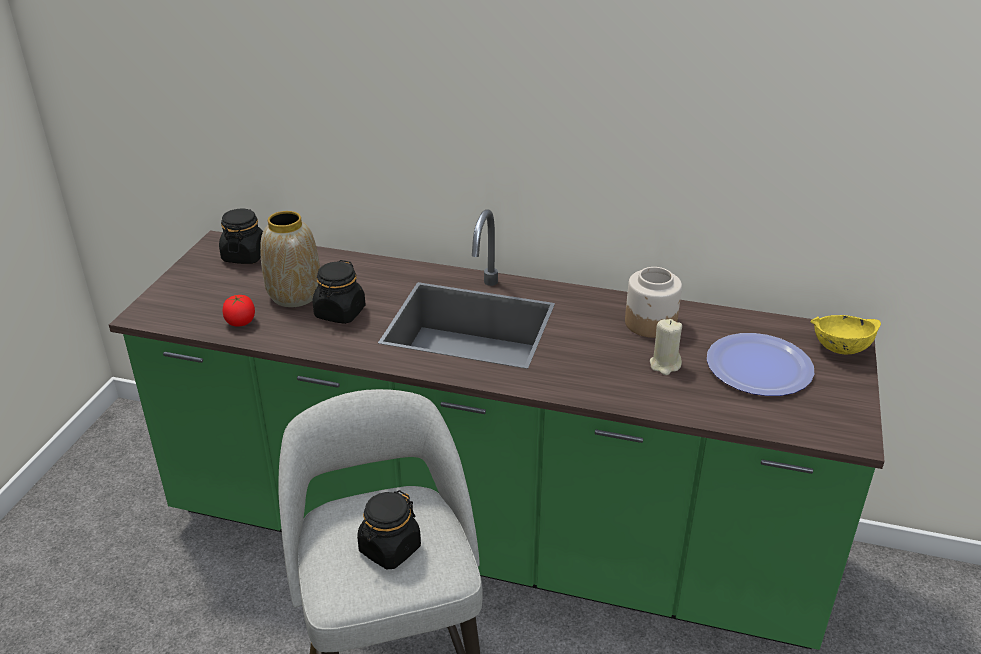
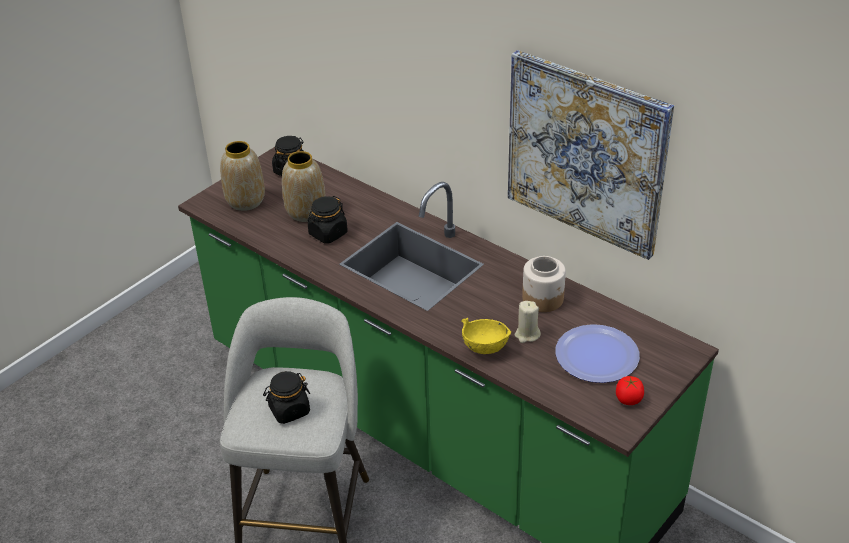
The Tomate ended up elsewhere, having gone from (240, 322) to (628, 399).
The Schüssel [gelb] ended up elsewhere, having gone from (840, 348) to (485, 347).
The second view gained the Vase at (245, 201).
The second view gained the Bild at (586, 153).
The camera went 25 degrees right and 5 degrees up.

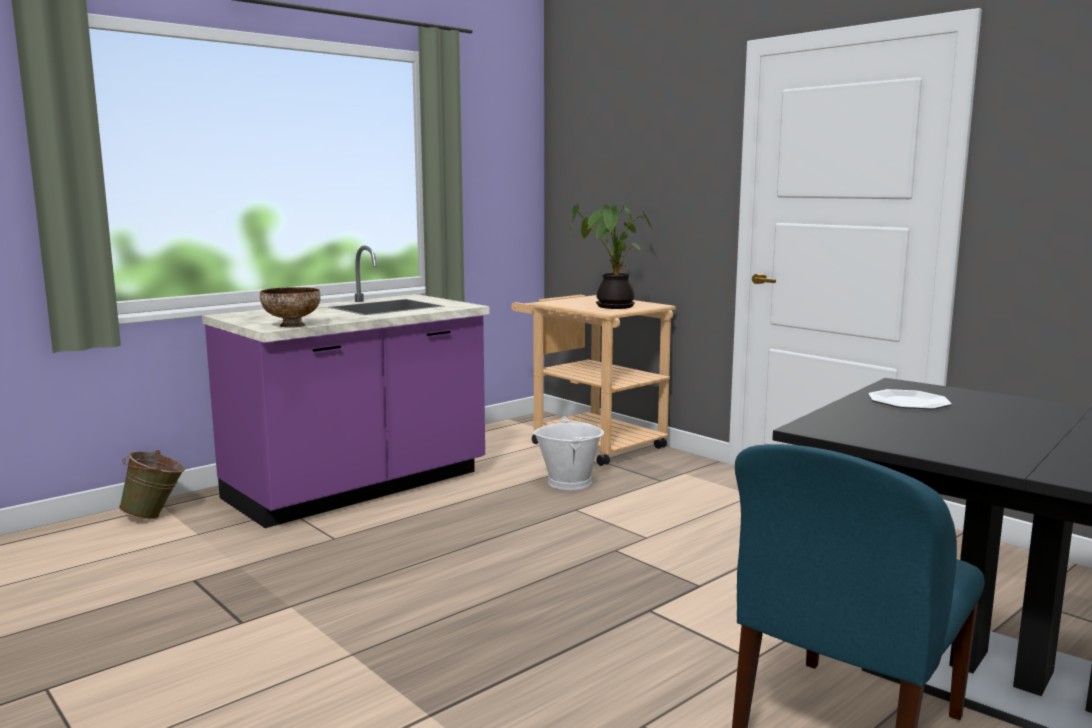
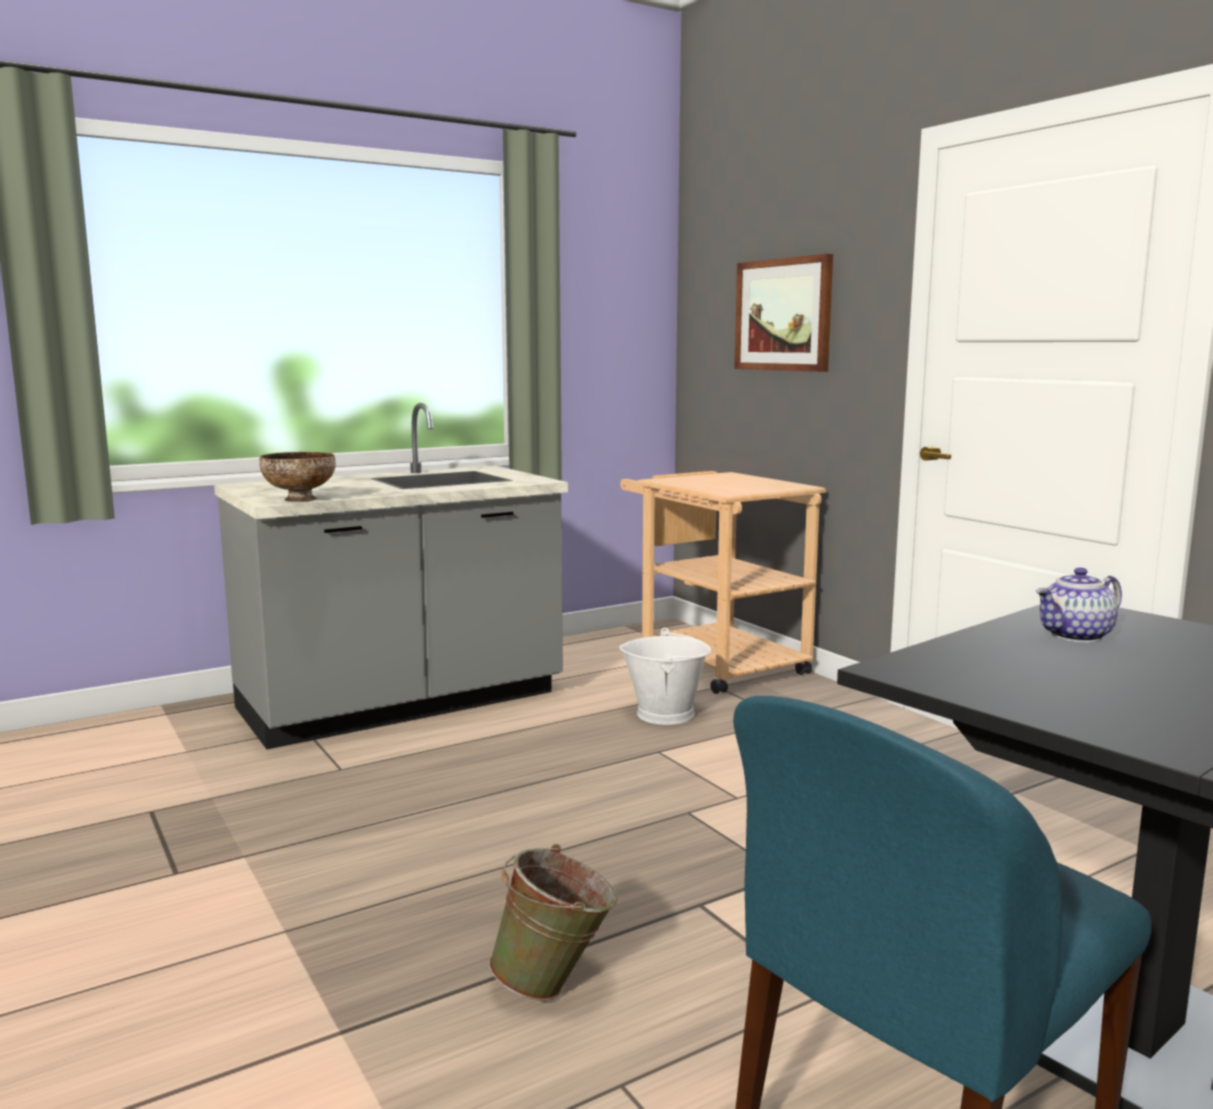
The Eimer [grün] ended up elsewhere, having gone from (156, 516) to (555, 985).
What was the Küchenzeile [lila] at (358, 487) turned into the Küchenzeile [grau] at (402, 703).
The second view lost the Topfpflanze at (612, 306).
Where the Teller stood at (909, 402), the Teekanne came to stand at (1076, 636).
The second view gained the Bild at (783, 315).
The camera went 10 degrees right and 0 degrees up.

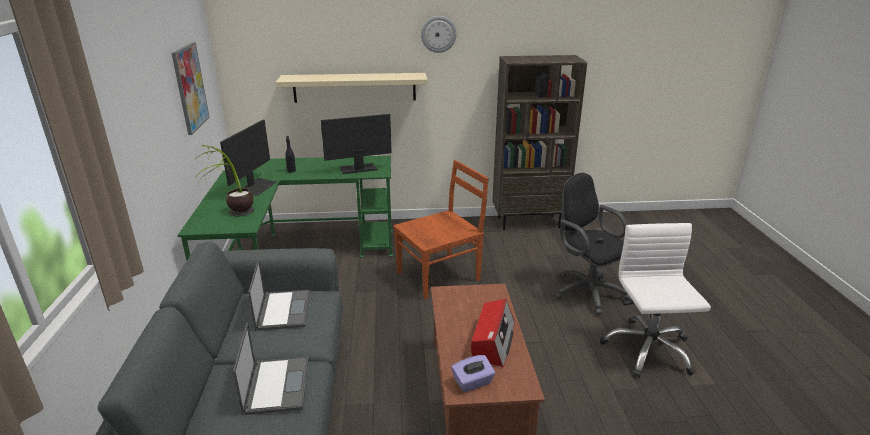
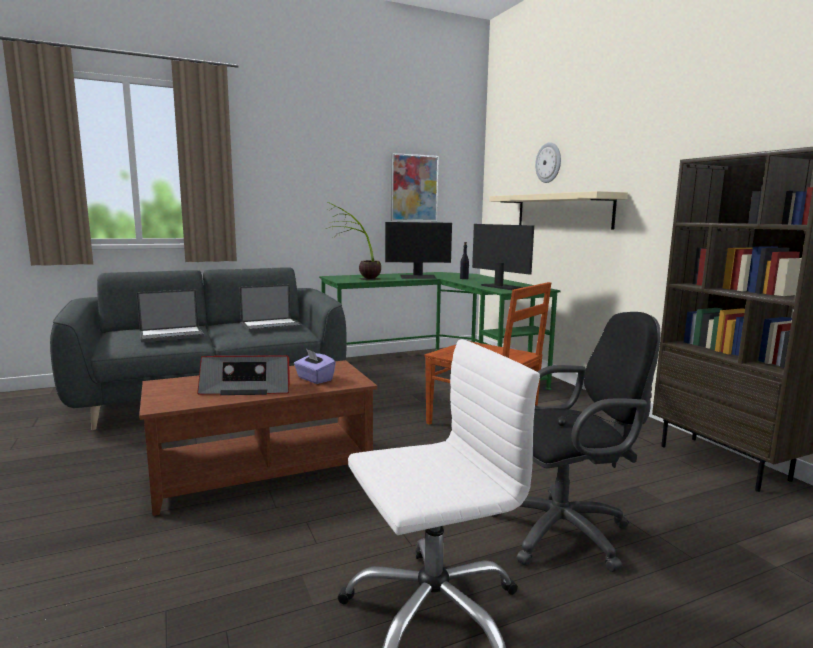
The Wanduhr ended up elsewhere, having gone from (438, 34) to (549, 162).
The Taschentuchbox [lila] ended up elsewhere, having gone from (473, 382) to (314, 379).
The Bürostuhl [schwarz] at (585, 290) ended up facing another way, 45 degrees clockwise from before.
The camera went 70 degrees right and 15 degrees down.

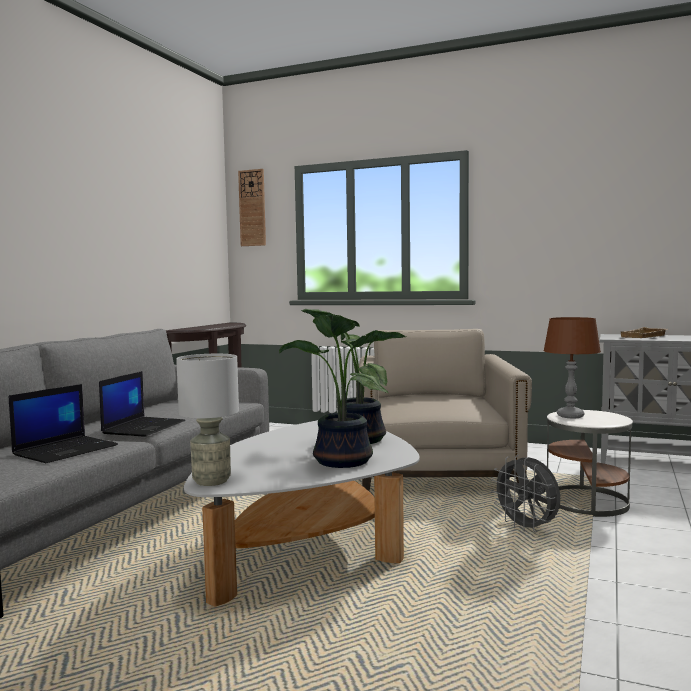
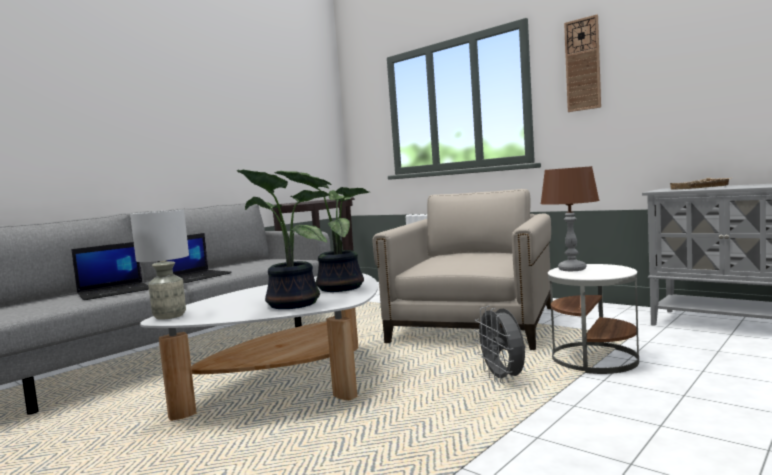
The Wanduhr ended up elsewhere, having gone from (252, 208) to (583, 64).
The camera went 20 degrees right and 0 degrees up.

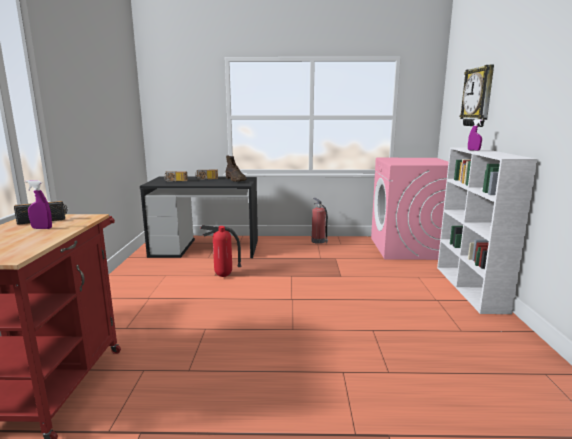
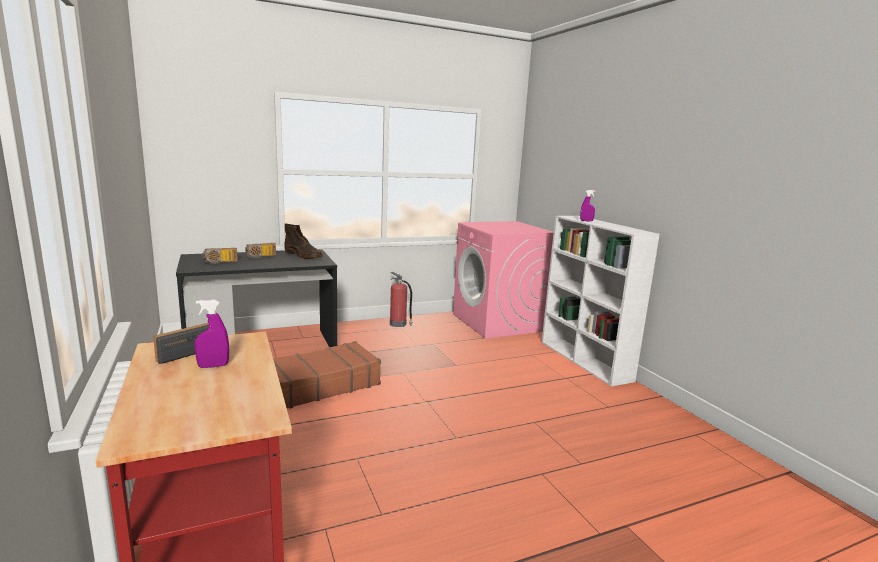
Where the Feuerlöscher stood at (223, 276), the Koffer [braun] came to stand at (320, 385).
The second view lost the Wanduhr at (478, 97).
The camera went 25 degrees left and 0 degrees up.

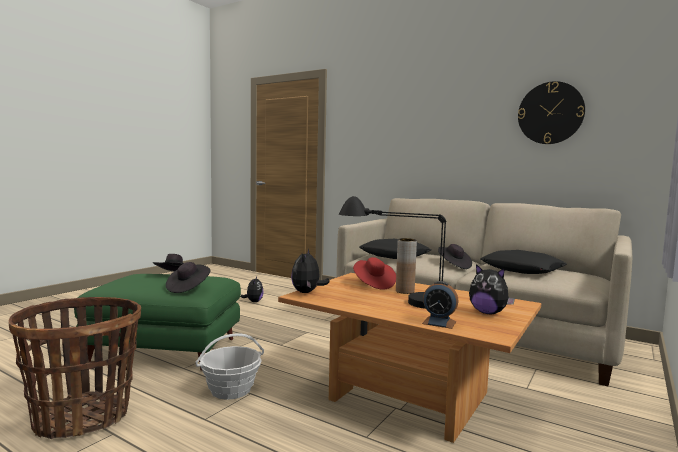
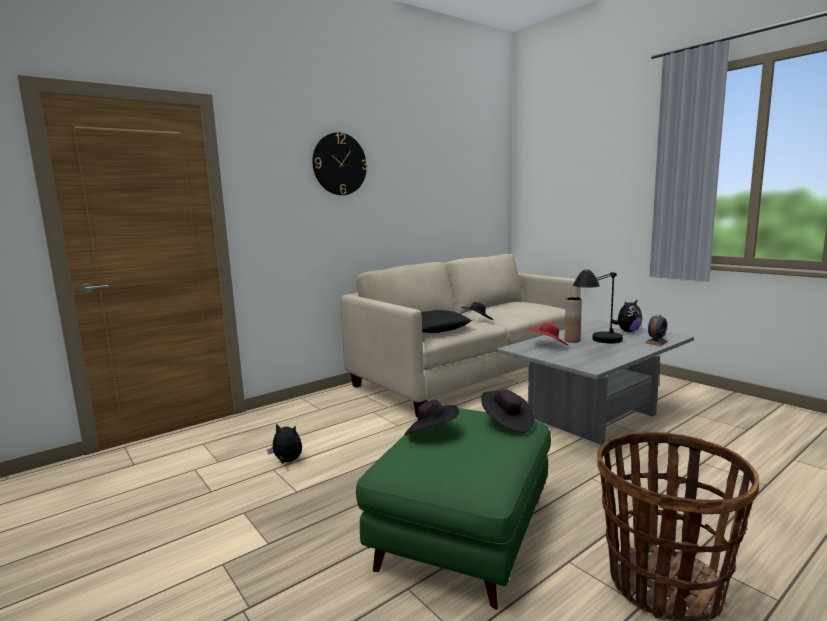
The second view lost the Korb at (231, 390).
What was the Couchtisch [braun] at (405, 397) turned into the Couchtisch [grau] at (594, 417).
The second view lost the Plüschtier at (307, 292).
The second view lost the Kissen [schwarz] at (522, 269).
The Wanduhr ended up elsewhere, having gone from (550, 113) to (339, 164).
The camera went 70 degrees left and 5 degrees up.

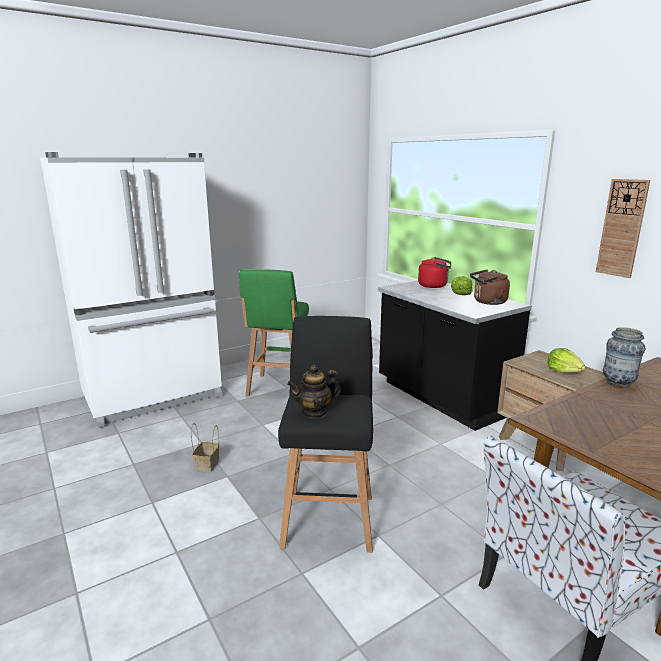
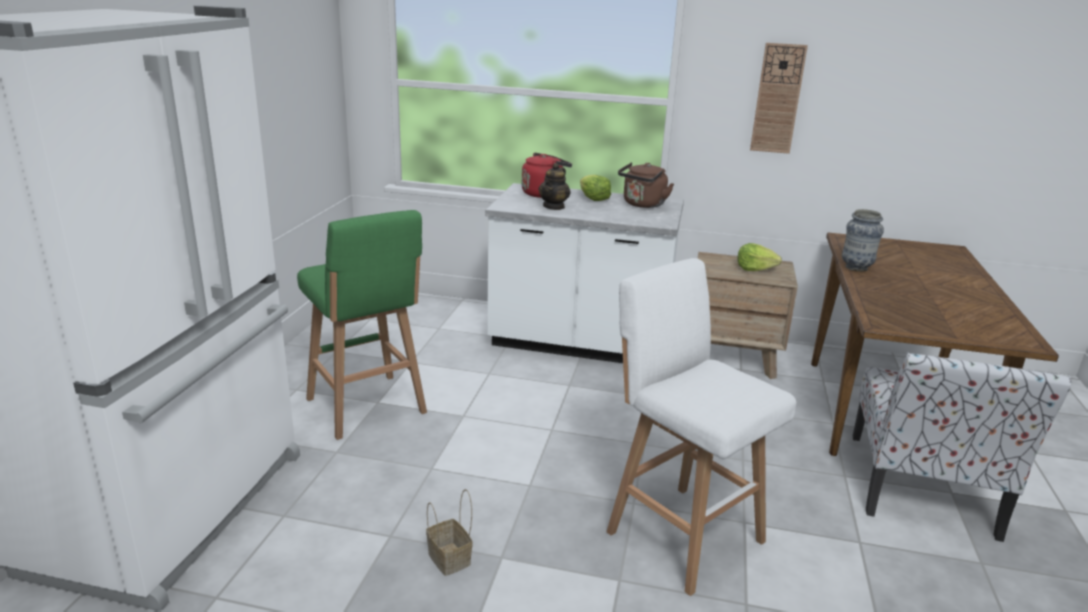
What was the Hocker [schwarz] at (329, 518) turned into the Hocker [weiß] at (681, 533).
The Teekanne ended up elsewhere, having gone from (314, 412) to (554, 206).
What was the Küchenzeile [schwarz] at (441, 398) turned into the Küchenzeile [weiß] at (579, 344).
The camera went 45 degrees left and 5 degrees up.

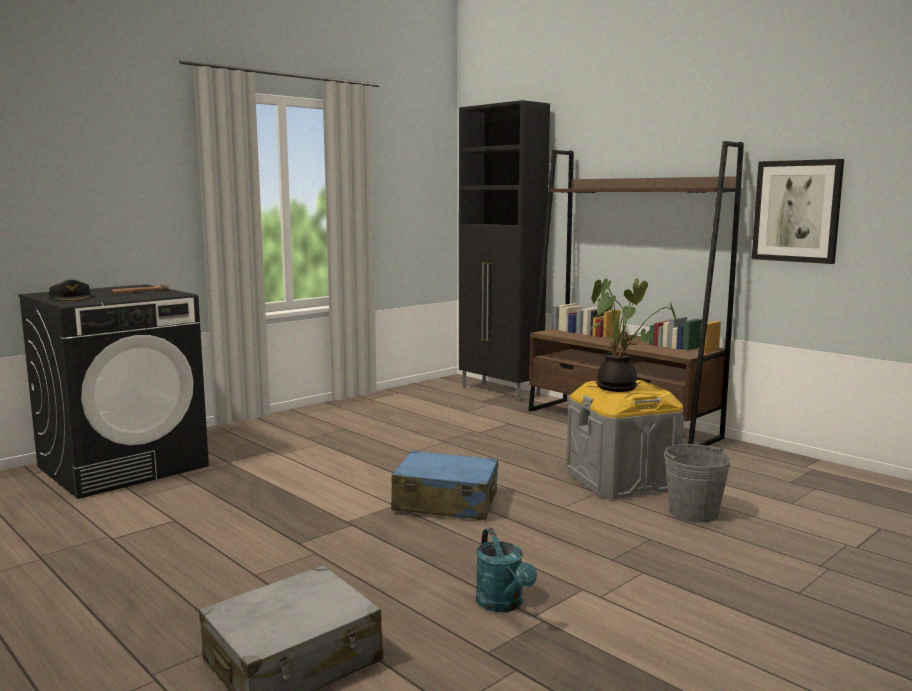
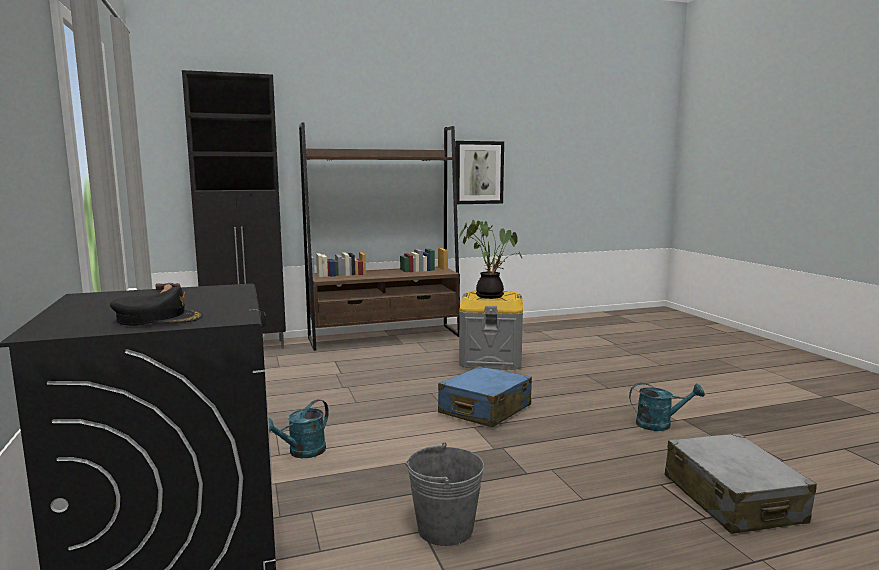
The Eimer [grau] ended up elsewhere, having gone from (693, 512) to (445, 529).
The second view gained the Gießkanne [türkis] at (302, 453).
The camera went 65 degrees left and 0 degrees up.

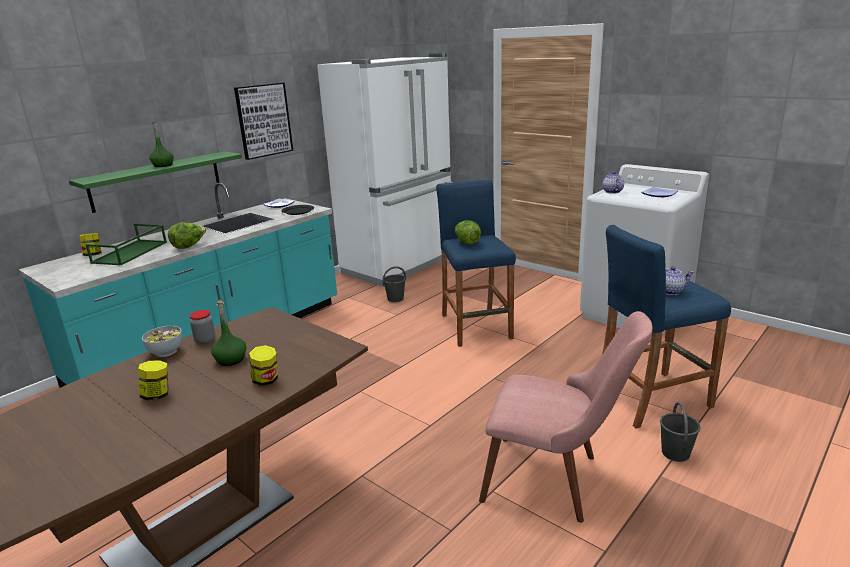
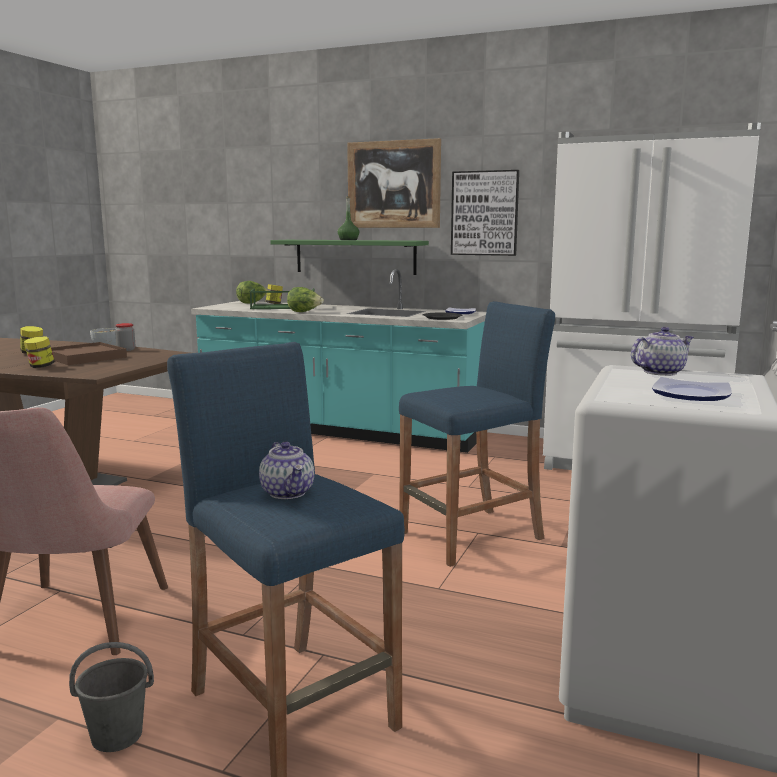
Where the Flasche [grün] stood at (231, 359), the Tablett [braun] came to stand at (85, 357).
The second view lost the Eimer [grau] at (395, 299).
The Salatkopf ended up elsewhere, having gone from (466, 242) to (252, 303).
The second view gained the Bild at (393, 184).
The camera went 70 degrees right and 10 degrees down.

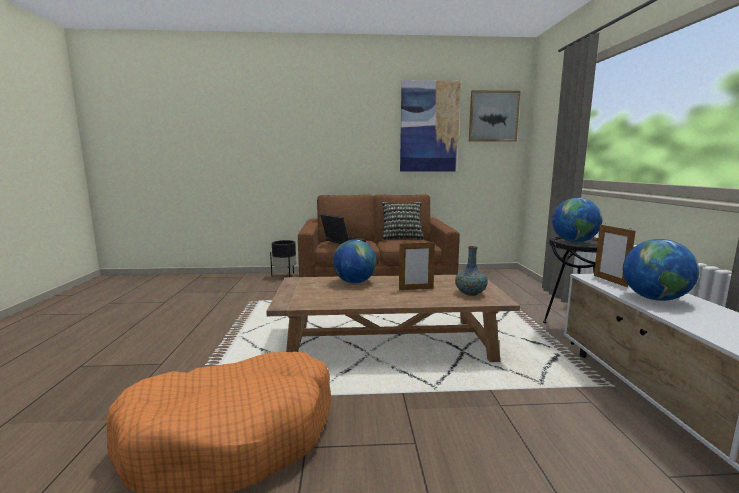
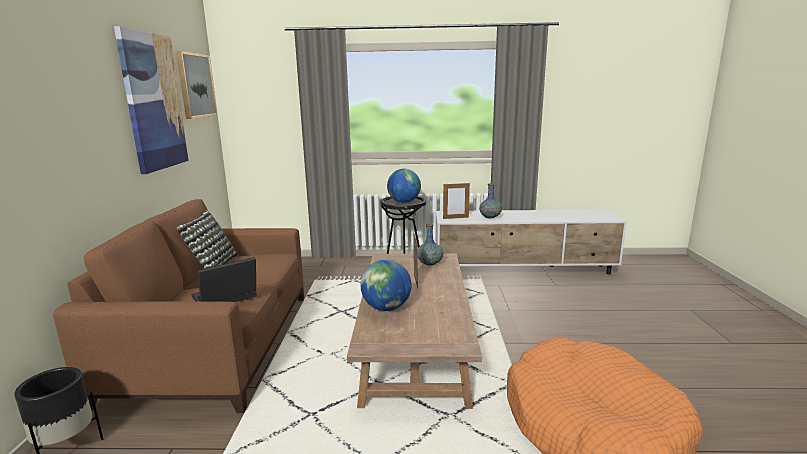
Where the Globus stood at (654, 299), the Vase came to stand at (490, 217).
The camera went 85 degrees left and 5 degrees up.

